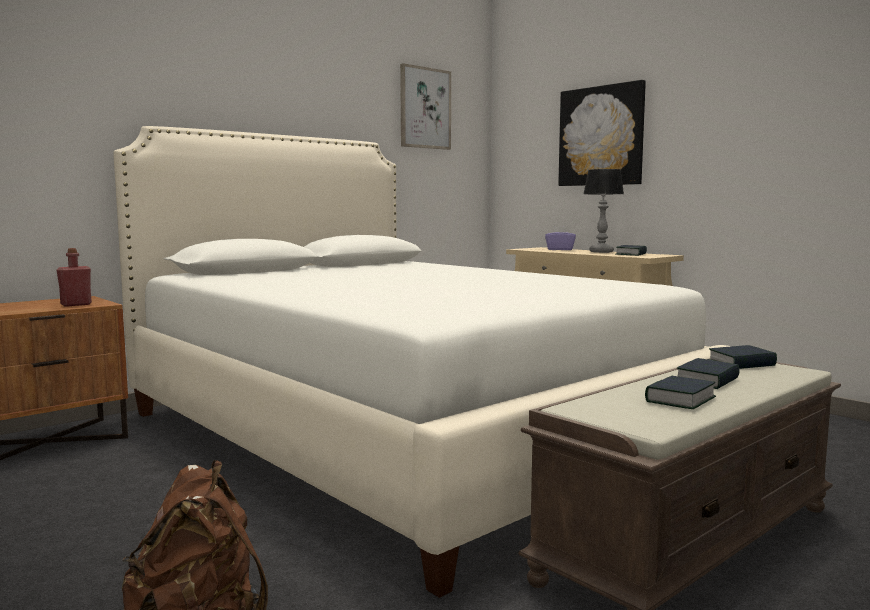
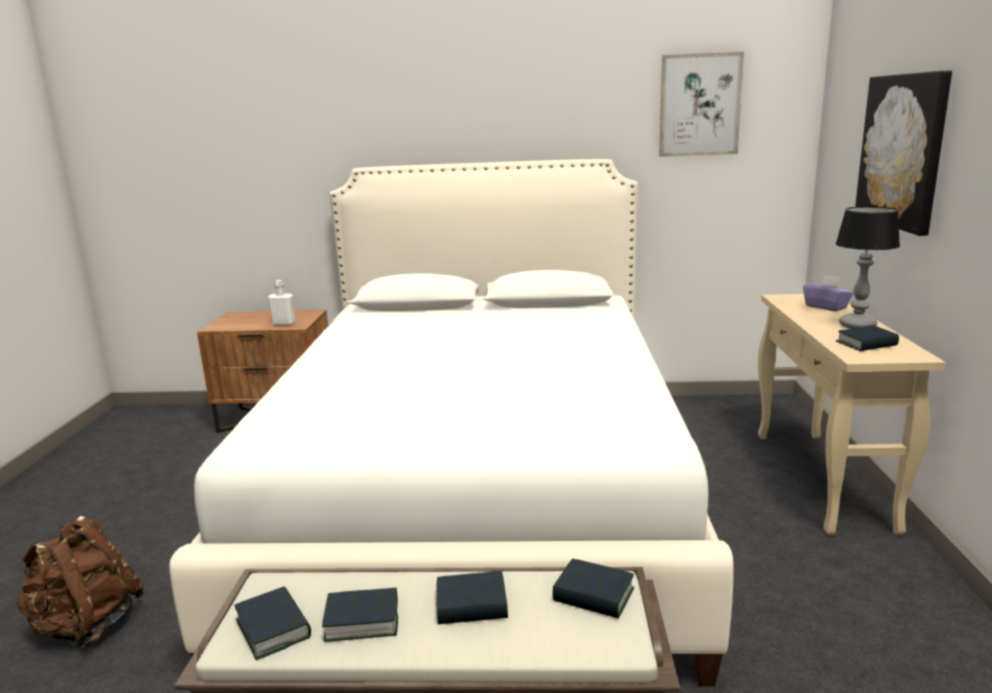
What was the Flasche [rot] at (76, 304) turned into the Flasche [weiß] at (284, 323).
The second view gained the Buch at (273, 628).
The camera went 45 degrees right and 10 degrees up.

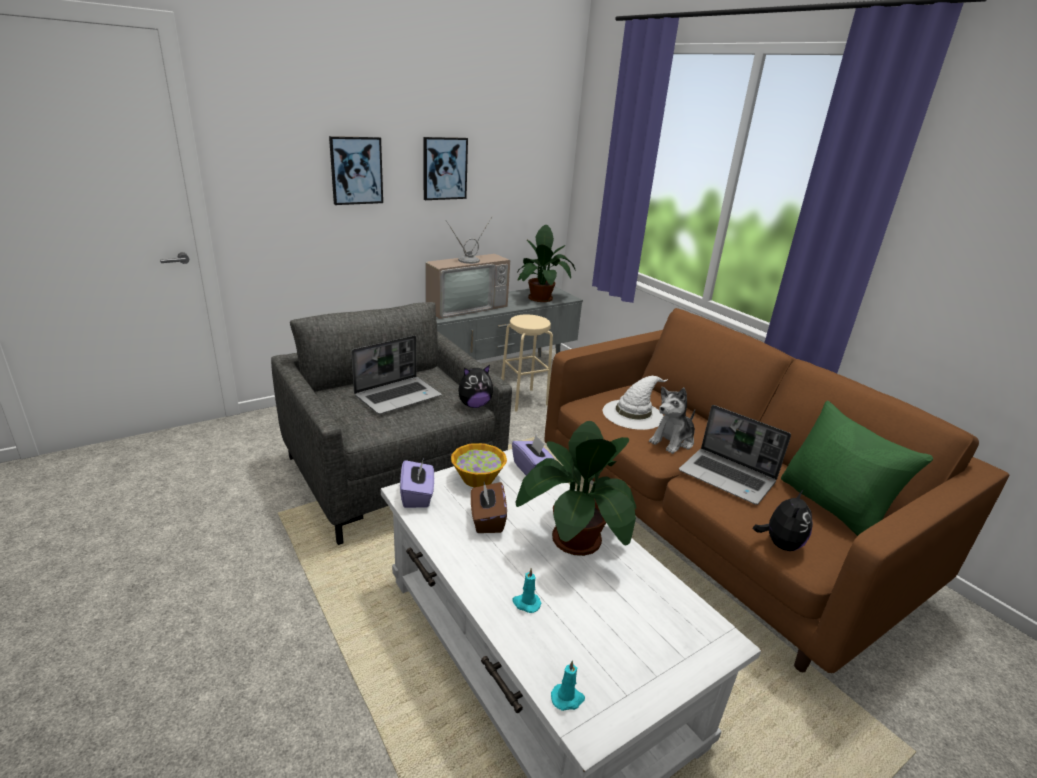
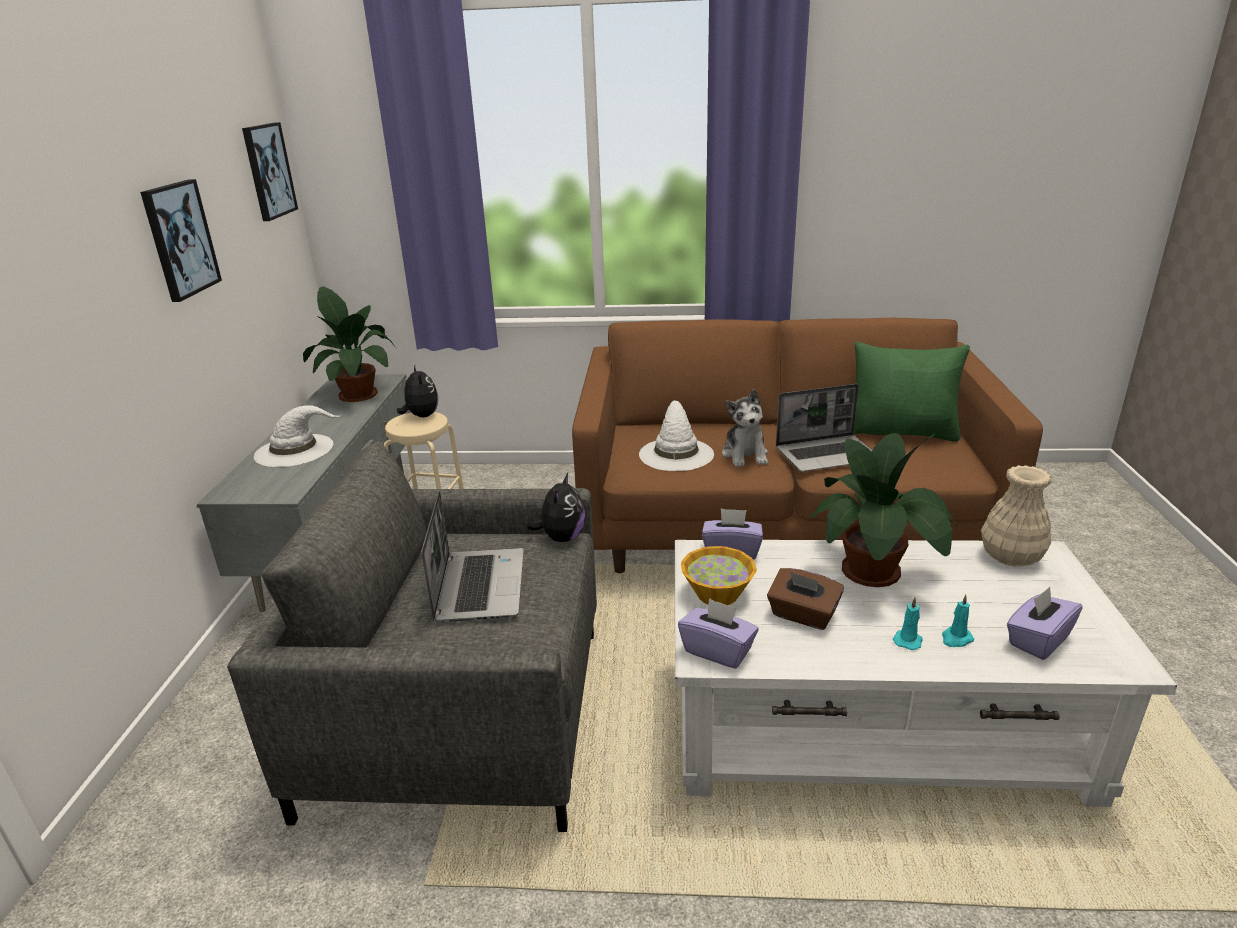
The Bild ended up elsewhere, having gone from (356, 170) to (268, 171).
Where the Fernseher stood at (464, 306), the Hut [weiß] came to stand at (295, 450).
The Kerze [türkis] ended up elsewhere, having gone from (567, 698) to (908, 640).
The Plüschtier ended up elsewhere, having gone from (780, 544) to (421, 416).
The second view gained the Vase [beige] at (1010, 557).
The second view gained the Taschentuchbox [lila] at (1038, 640).
The camera went 50 degrees left and 0 degrees up.

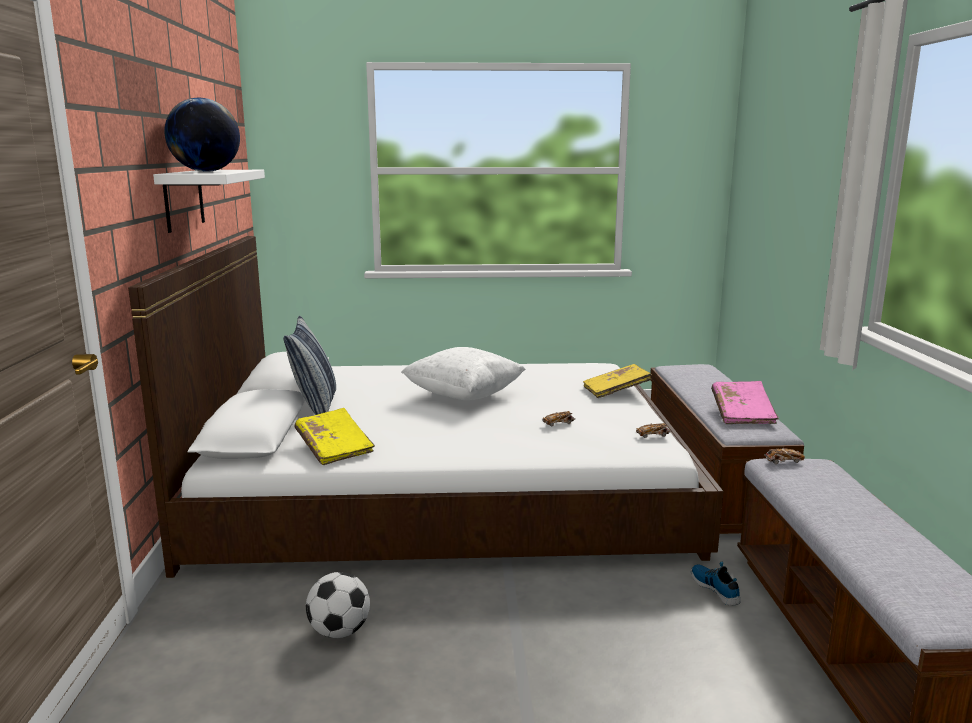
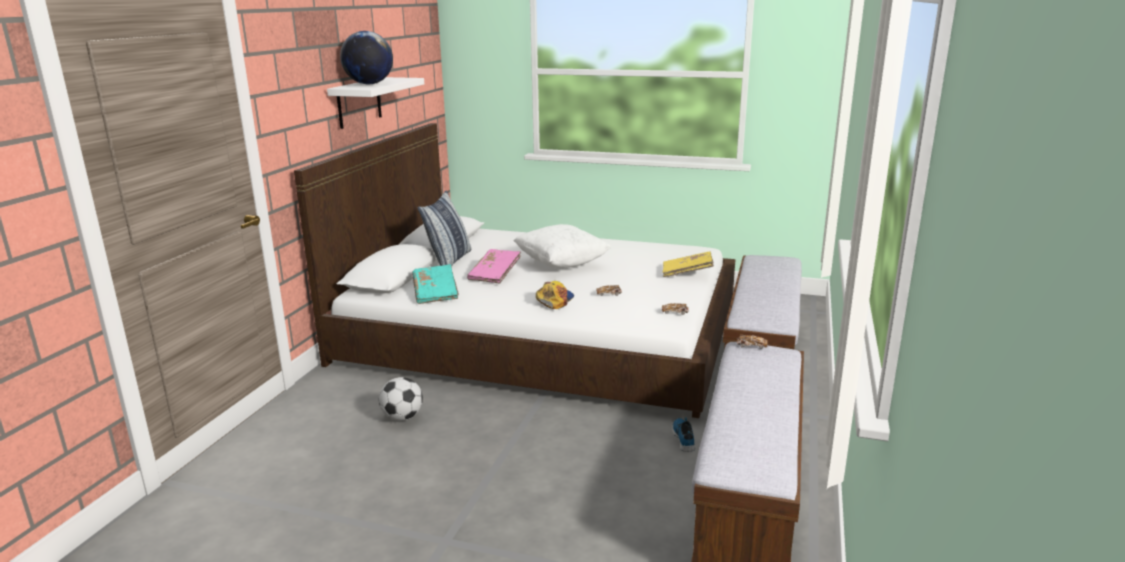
What was the Buch [gelb] at (334, 448) turned into the Buch [türkis] at (435, 293).
The Buch [rosa] ended up elsewhere, having gone from (742, 414) to (495, 274).
The second view gained the Kappe at (554, 300).
The camera went 20 degrees right and 5 degrees up.

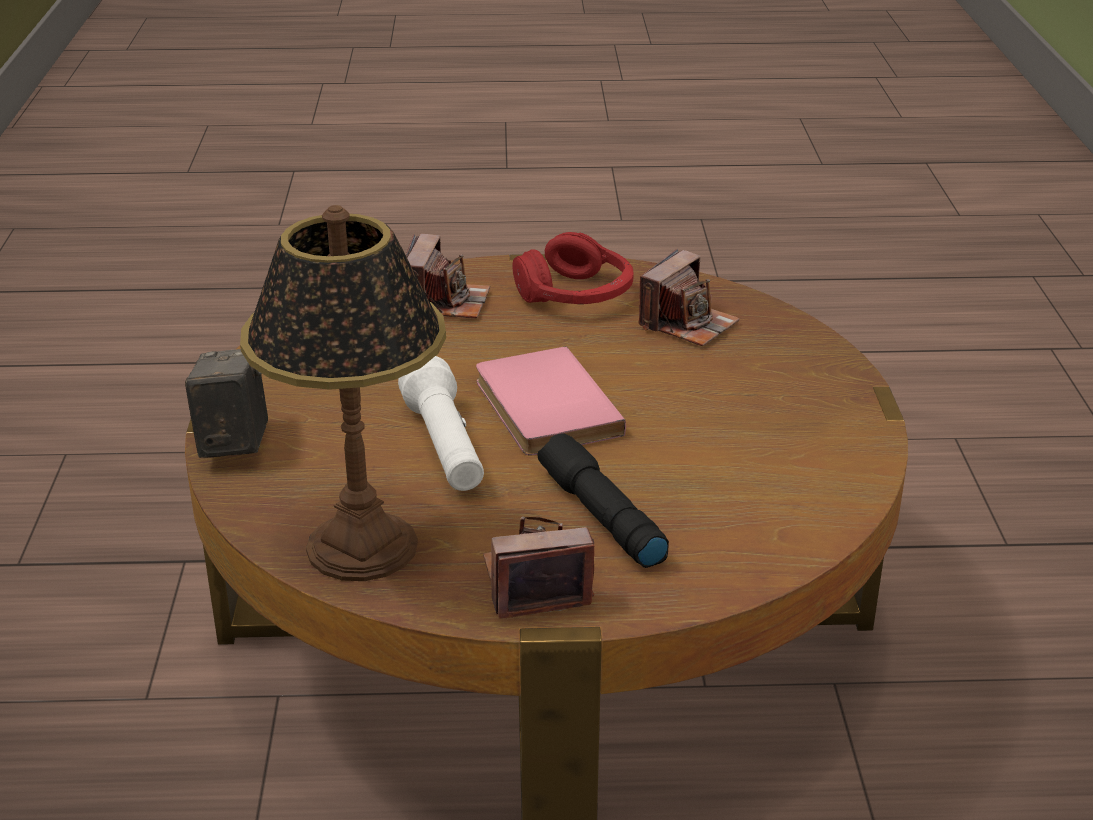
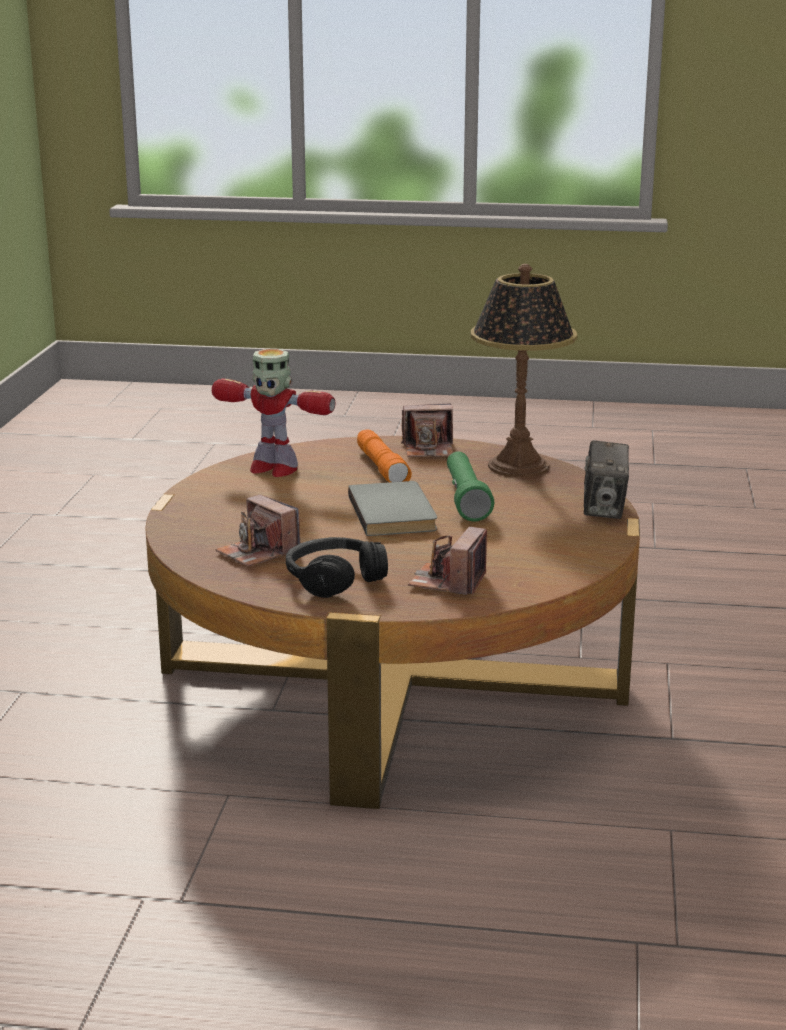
What was the Taschenlampe [weiß] at (445, 448) turned into the Taschenlampe [grün] at (465, 499).
What was the Buch [rosa] at (542, 408) turned into the Buch [grau] at (396, 513).
What was the Kopfhörer [rot] at (576, 295) turned into the Kopfhörer [schwarz] at (334, 579).
What was the Taschenlampe [schwarz] at (599, 516) turned into the Taschenlampe [orange] at (383, 468).
The Kamera at (687, 324) ended up facing another way, 90 degrees counterclockwise from before.
The second view gained the Spielzeugroboter at (272, 468).
The camera went 170 degrees left and 10 degrees down.

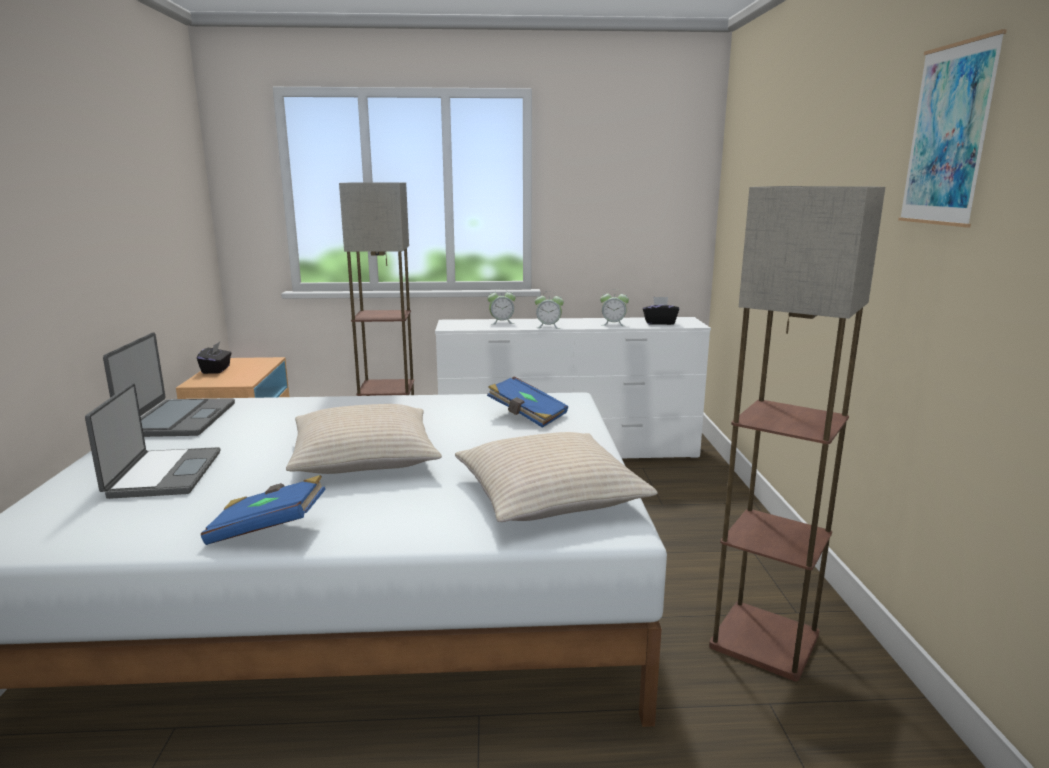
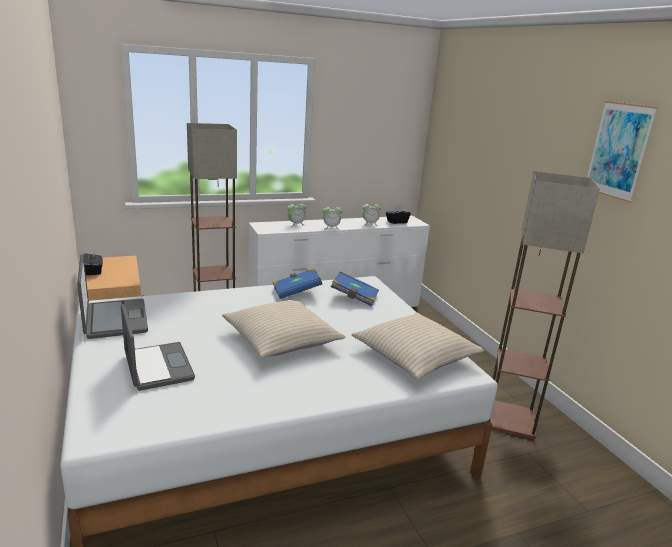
The Buch [blau] ended up elsewhere, having gone from (268, 529) to (296, 292).
The camera went 20 degrees left and 5 degrees up.

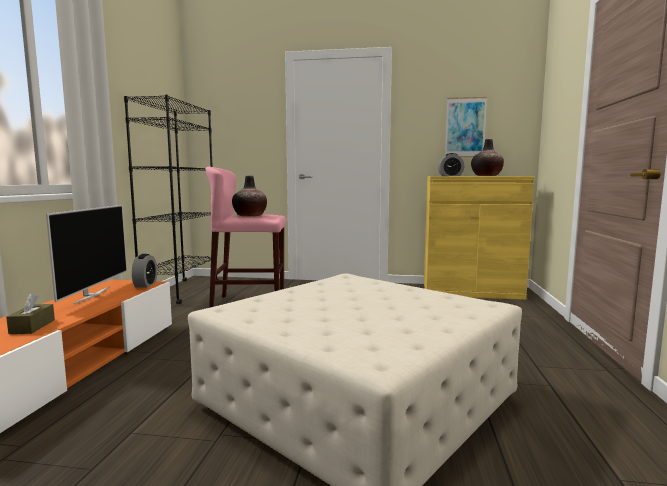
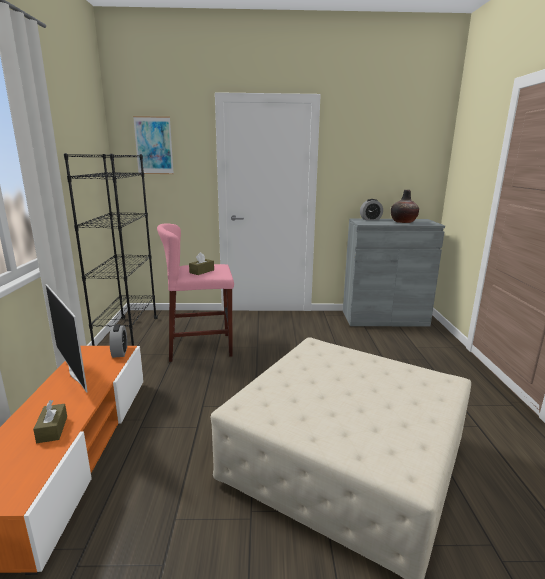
The Fernseher at (91, 295) ended up facing another way, 150 degrees clockwise from before.
Where the Vase stood at (250, 216), the Taschentuchbox [braun] came to stand at (202, 271).
What was the Schrank [gelb] at (471, 291) turned into the Schrank [grau] at (384, 318).
The Bild ended up elsewhere, having gone from (465, 127) to (154, 145).
The camera went 10 degrees left and 10 degrees up.

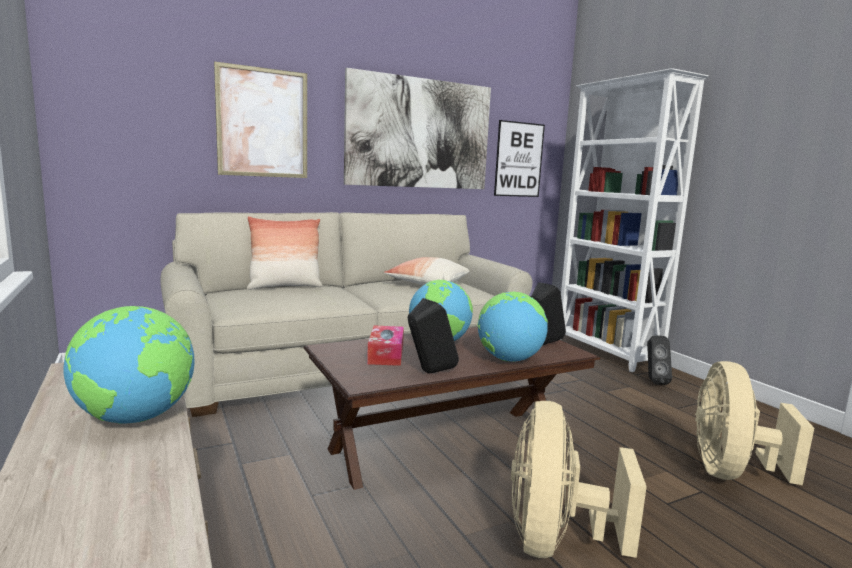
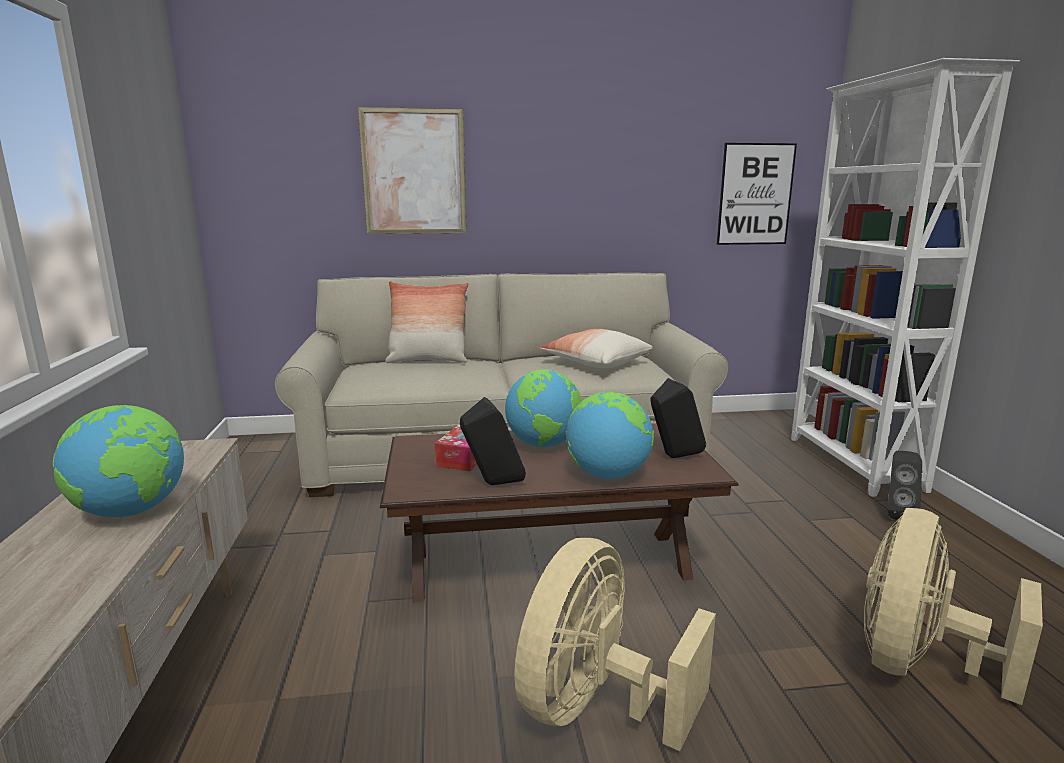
The second view lost the Bild at (419, 134).
The camera went 20 degrees right and 5 degrees up.

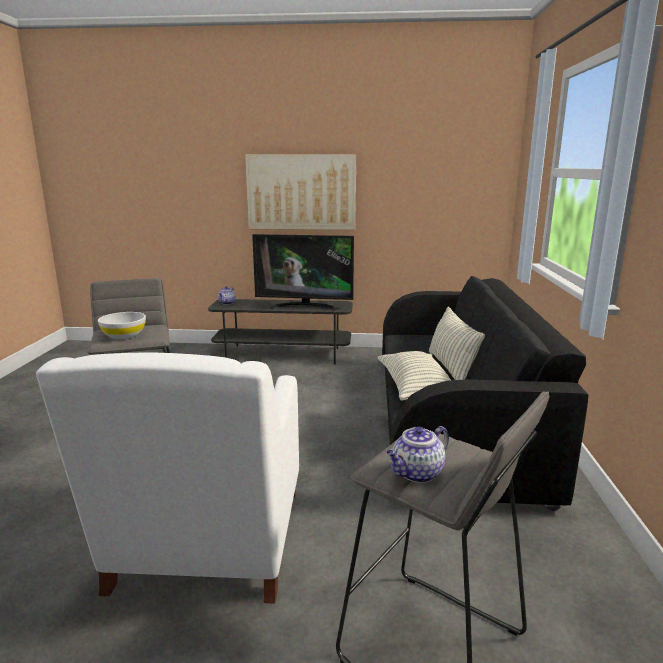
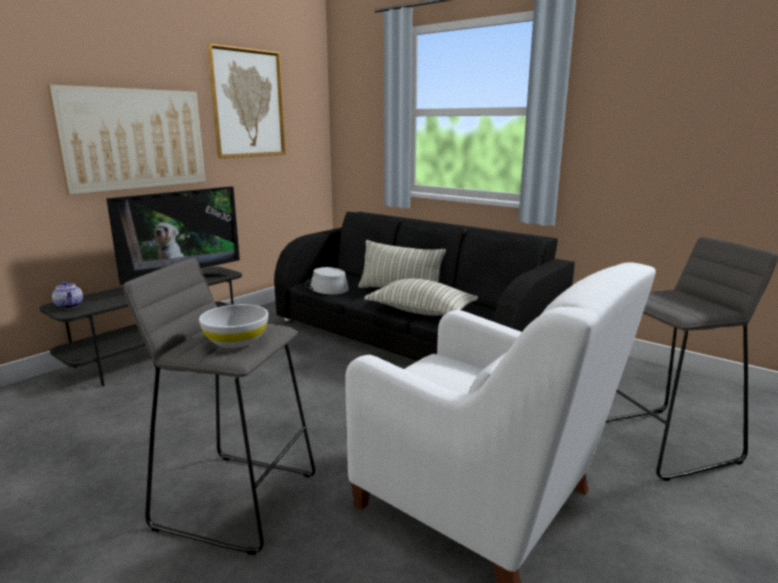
The second view lost the Teekanne at (417, 474).
The second view gained the Bild at (248, 104).
The second view gained the Hut [grau] at (326, 287).
The camera went 55 degrees left and 0 degrees up.

